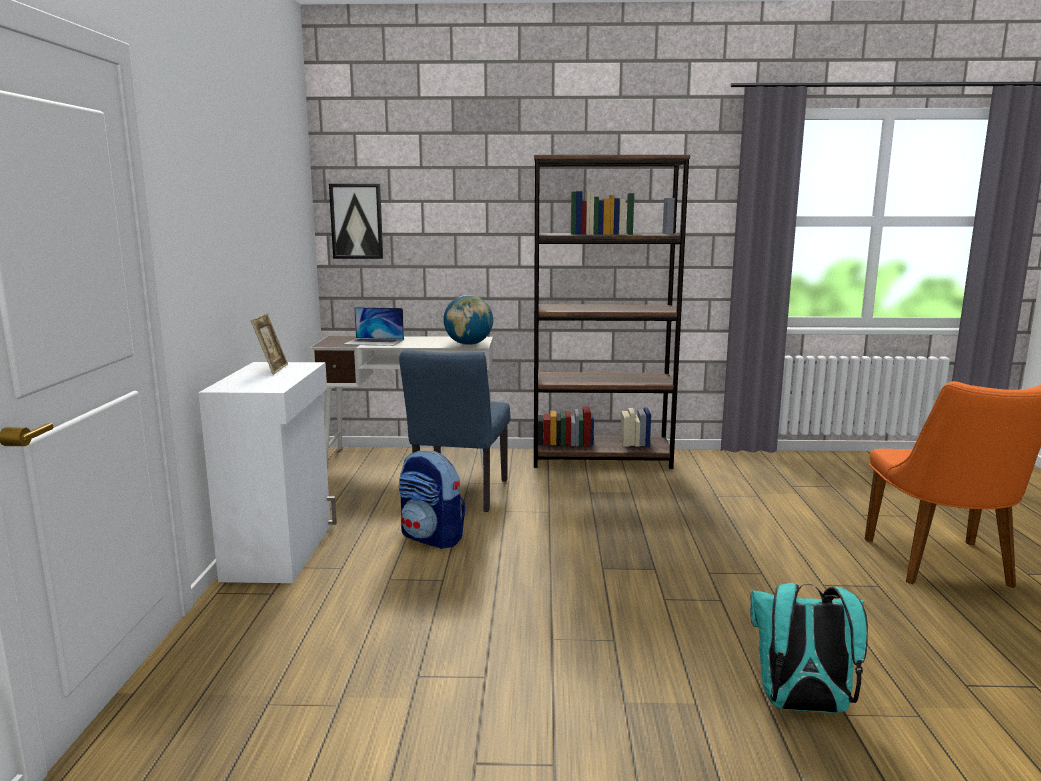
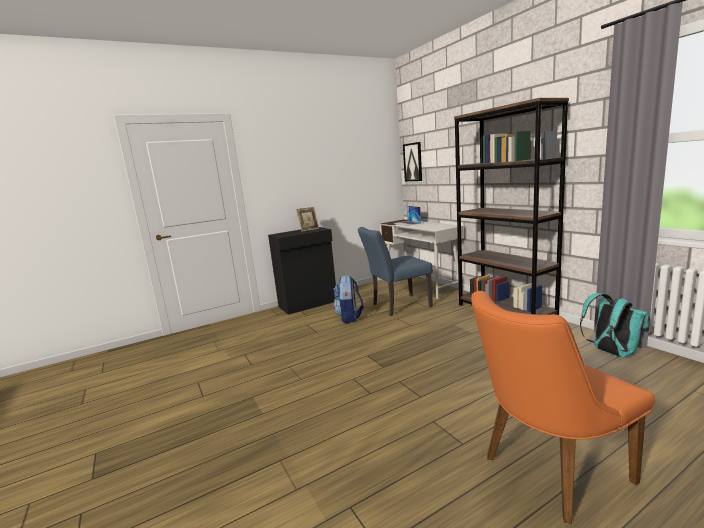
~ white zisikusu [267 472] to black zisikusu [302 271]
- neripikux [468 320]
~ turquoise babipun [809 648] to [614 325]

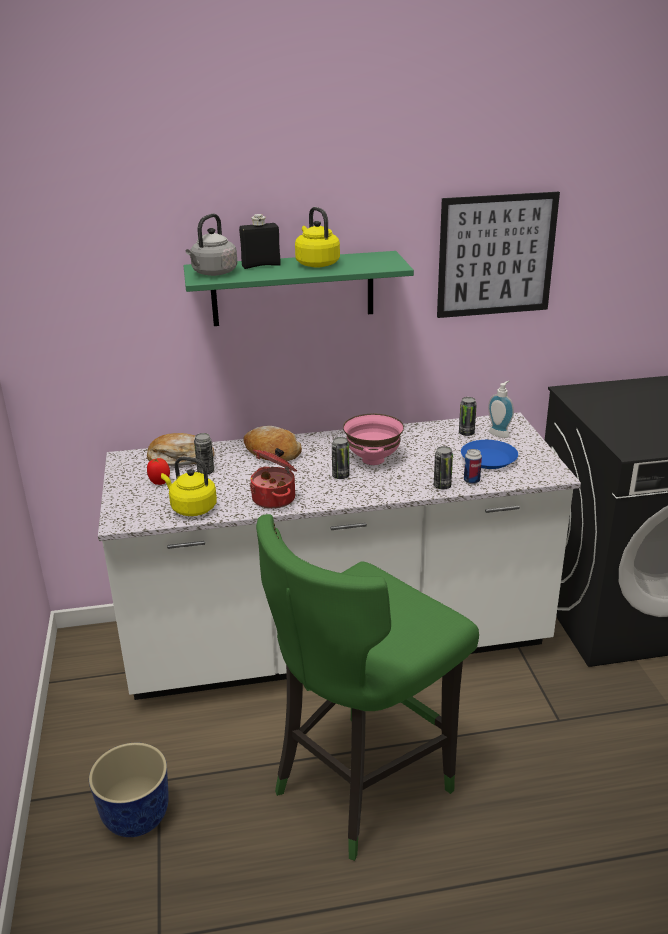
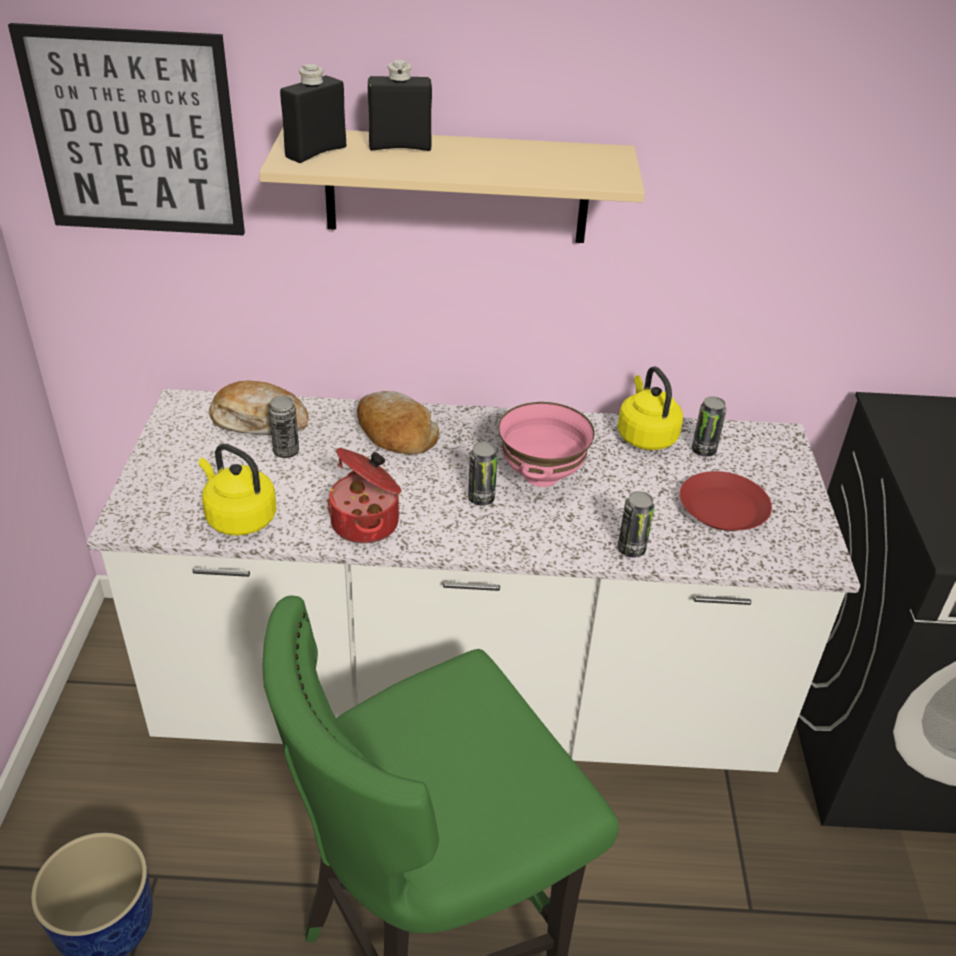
- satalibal [158 471]
~ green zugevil [298 288] to beige zugevil [452 185]
~ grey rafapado [212 245] to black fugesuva [313 113]
~ yellow rafapado [317 237] to [650 408]
~ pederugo [498 255] to [126 129]
~ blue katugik [489 454] to red katugik [726 501]
- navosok [473 466]
- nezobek [501 409]

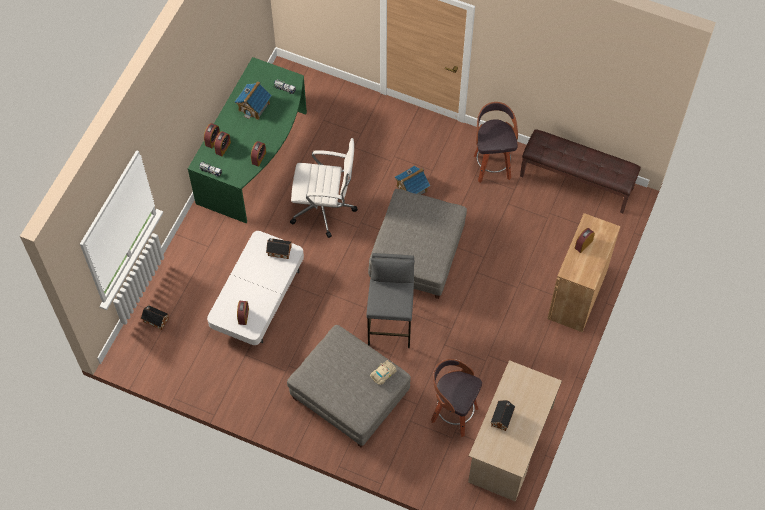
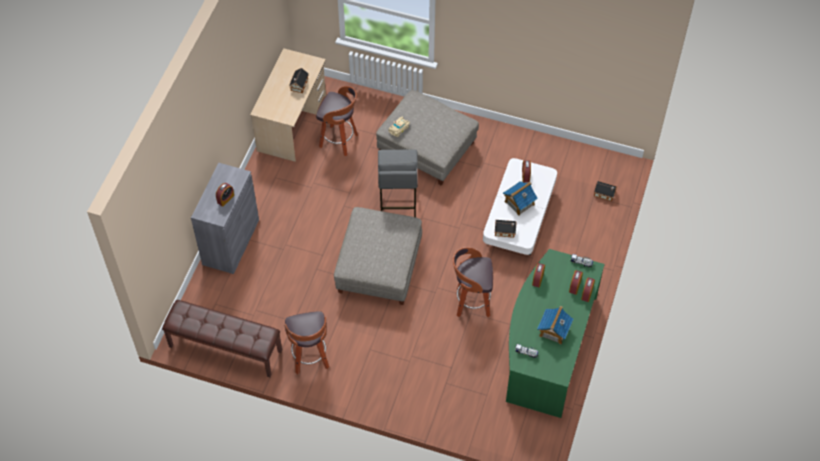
~ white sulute [324 188] to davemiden [473 282]
~ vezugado [412 180] to [520 198]
~ brown zisikusu [583 272] to grey zisikusu [225 218]

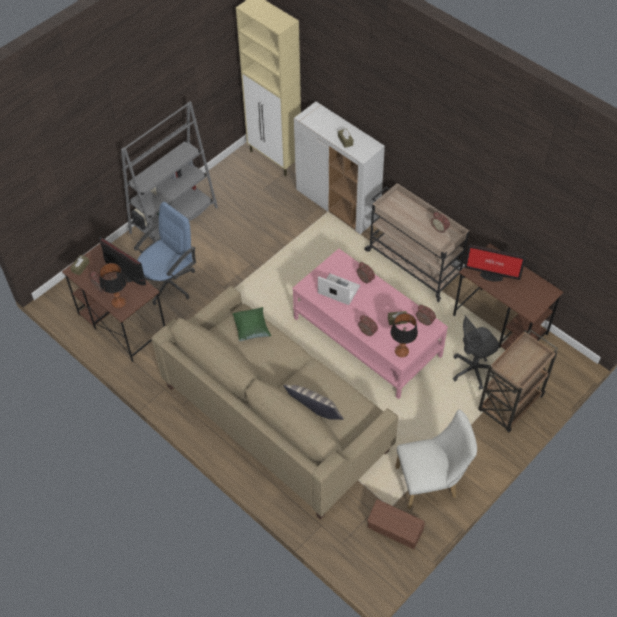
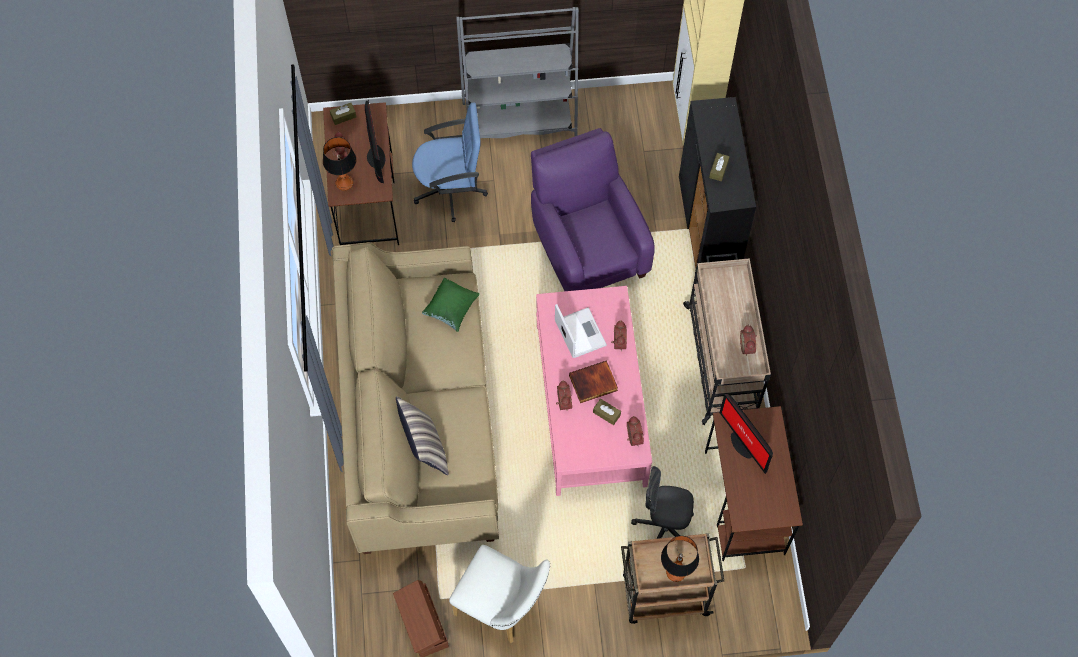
~ white zisikusu [339 168] to black zisikusu [717 189]
~ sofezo [404 335] to [680 559]
+ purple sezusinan [593 209]
+ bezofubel [593 382]

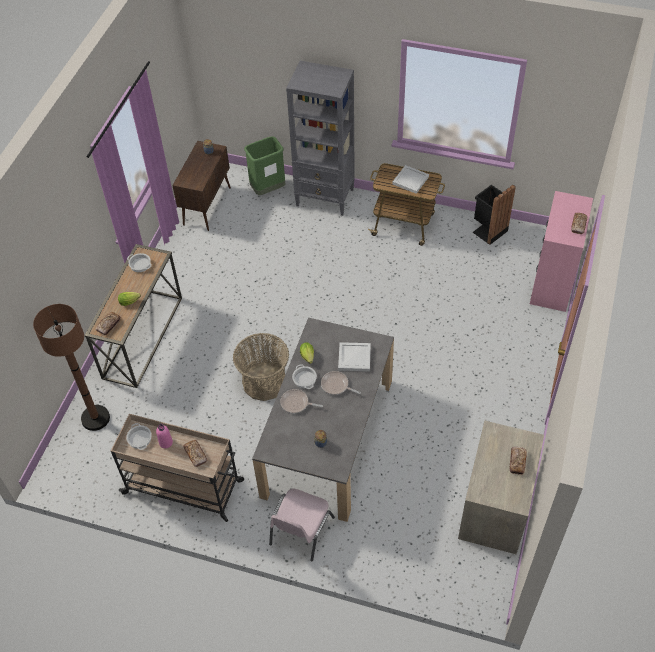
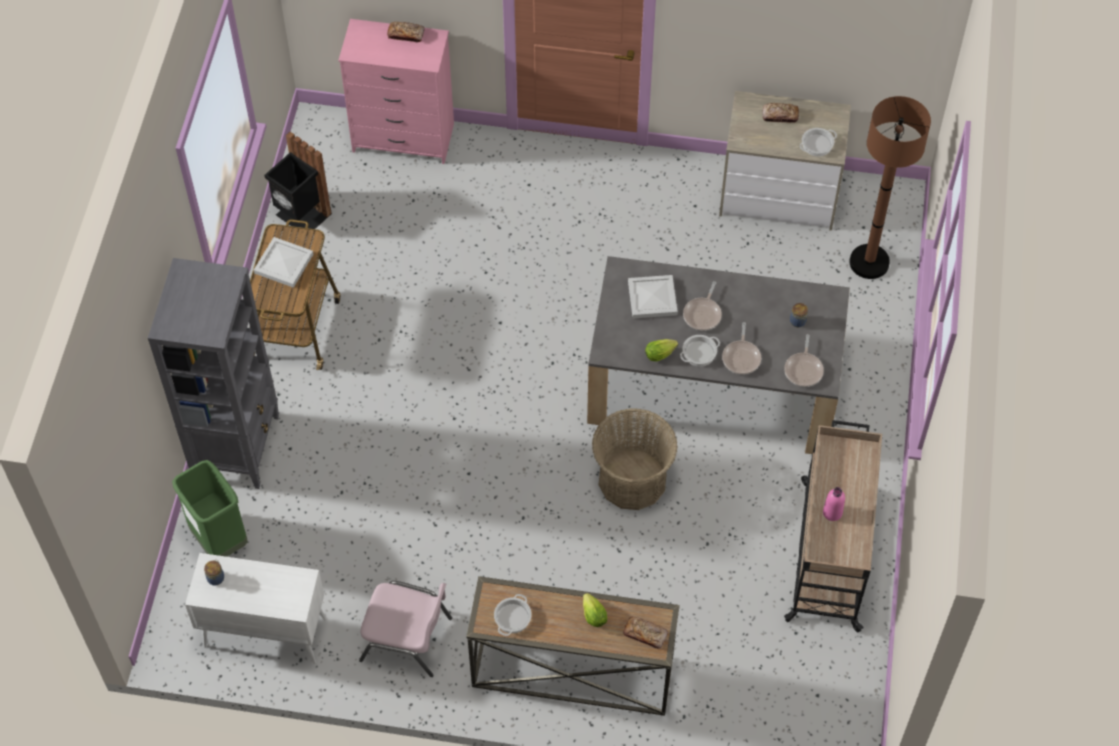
~ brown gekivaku [71 367] to [890 187]
~ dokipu [139 436] to [818 142]
~ brown zisikusu [201 186] to white zisikusu [256 608]
- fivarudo [195 453]
~ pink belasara [302 525] to [405 629]
+ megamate [804 360]

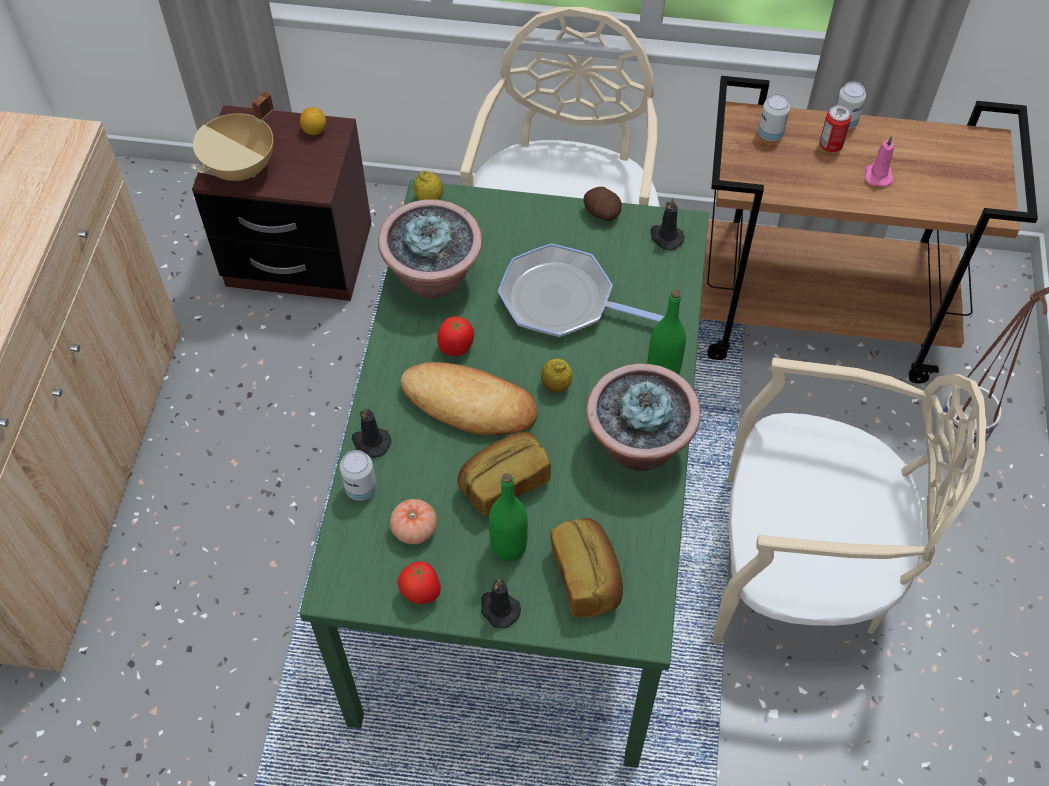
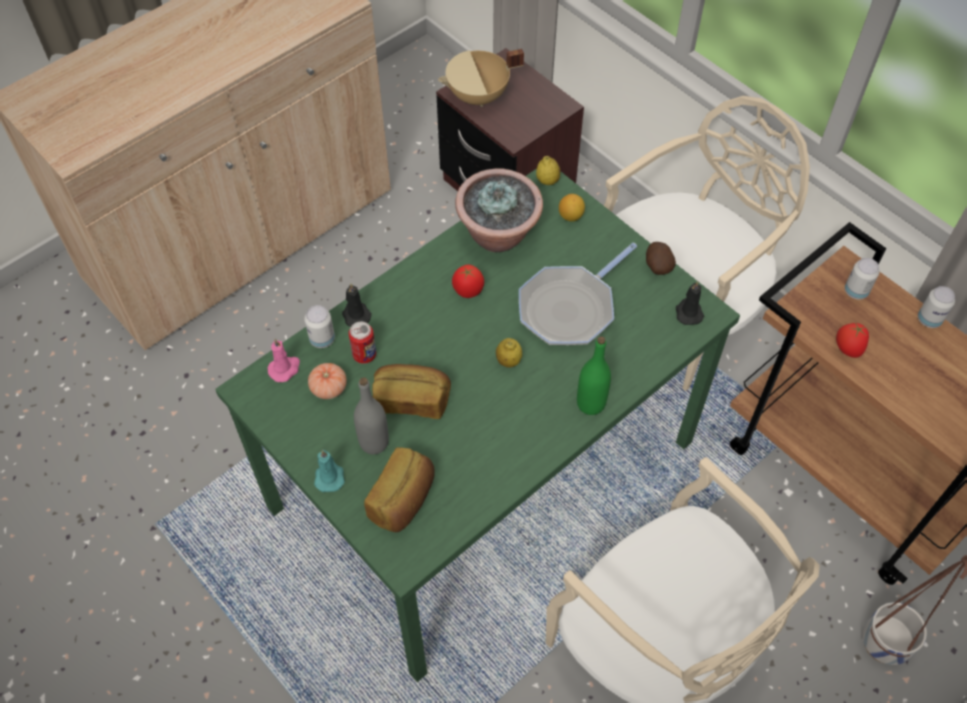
~ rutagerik [313 121] to [572 208]
~ satalibal [419 583] to [852 340]
- fivarudo [469 398]
~ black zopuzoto [501 603] to turquoise zopuzoto [329 471]
~ green fugesuva [508 517] to grey fugesuva [371 415]
~ megamate [581 290] = [578 294] 105 degrees counterclockwise
- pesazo [643 417]
~ navosok [835 128] to [362 343]
~ pink zopuzoto [880 161] to [284 360]

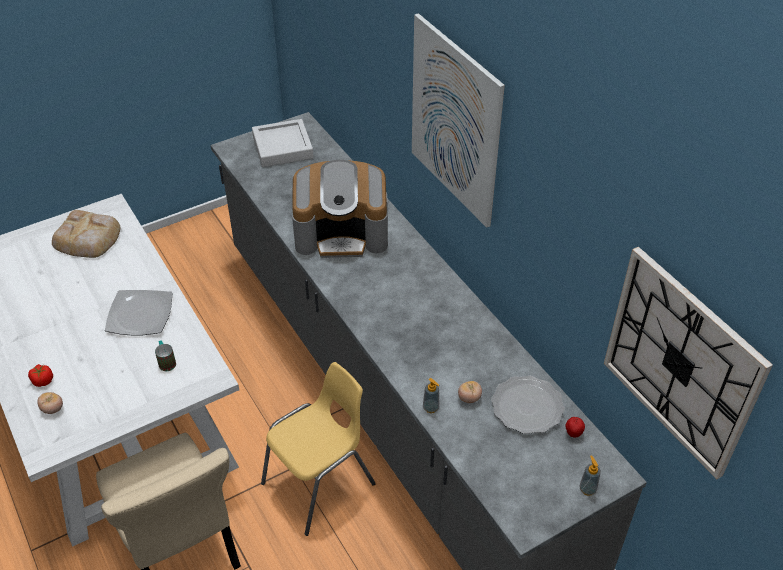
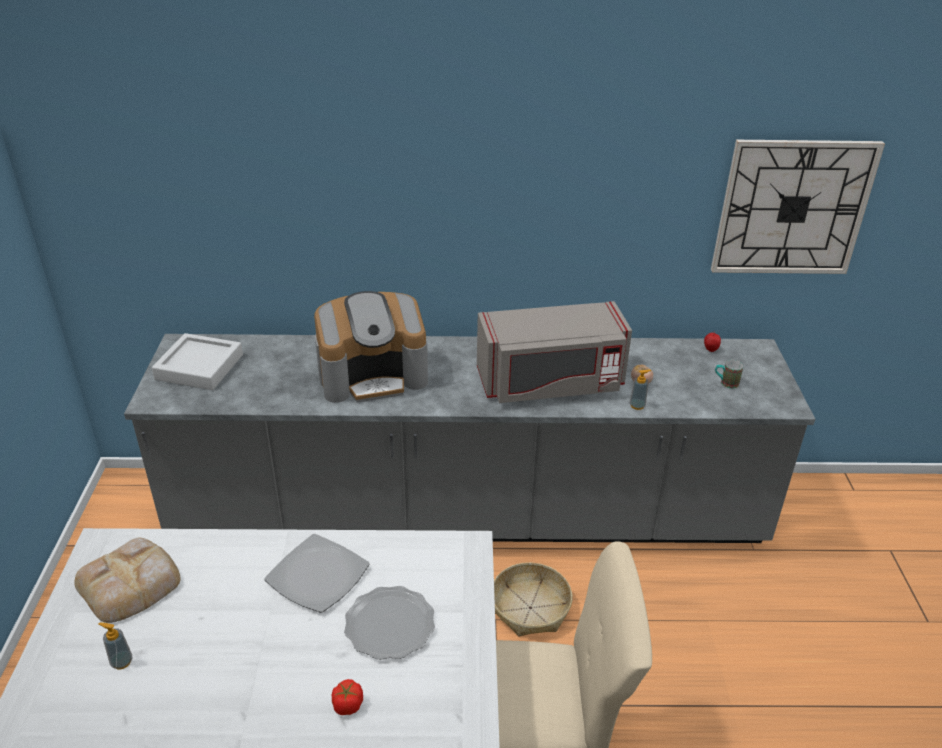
- satalibal [50 403]
~ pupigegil [165 355] to [729 374]
~ yellow belasara [318 449] to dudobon [533 599]
~ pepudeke [340 209] = [371 347] 45 degrees clockwise
- pederugo [458 120]
~ katugik [528 405] to [389 623]
~ nezobek [590 475] to [115 646]
+ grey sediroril [554 352]

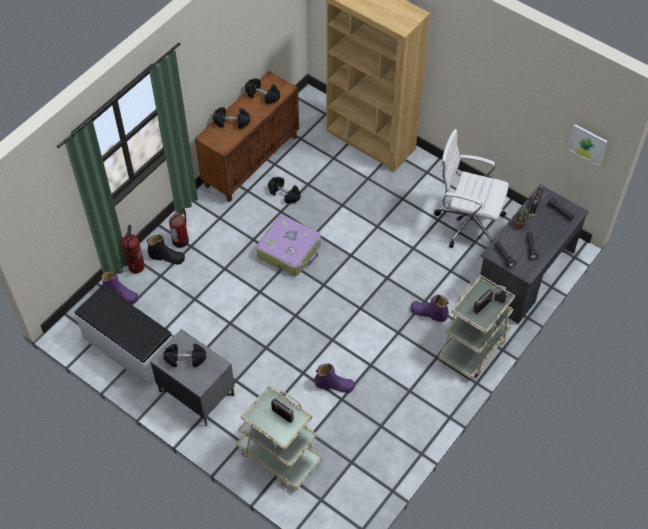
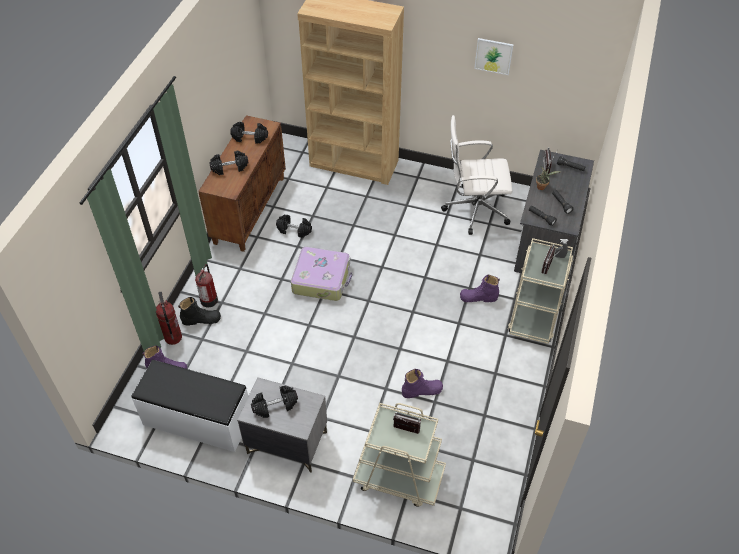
~ pederugo [587 145] to [494 56]

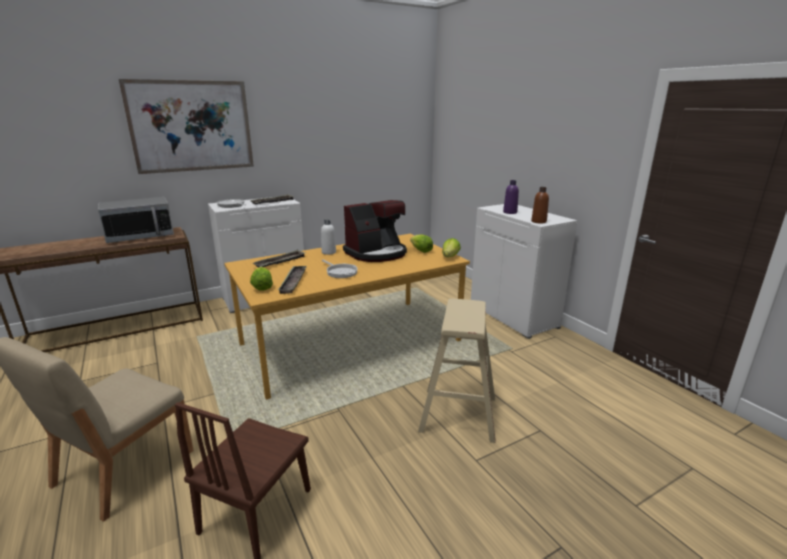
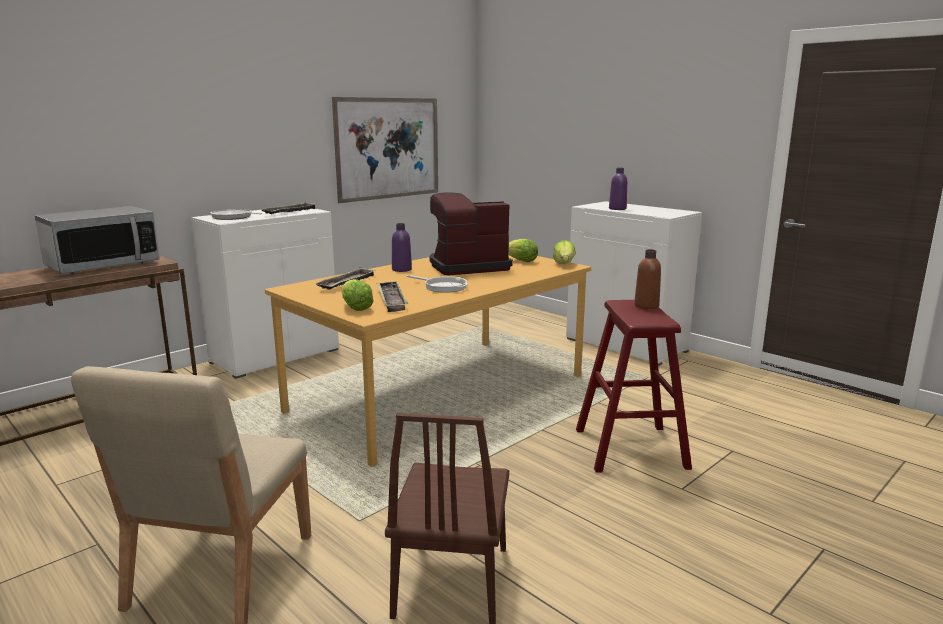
~ pederugo [186 126] to [385 150]
~ white fugesuva [328 237] to purple fugesuva [402 247]
~ pepudeke [375 231] = [471 233] 150 degrees counterclockwise
~ beige davemiden [457 370] to red davemiden [634 386]
~ brown fugesuva [540 205] to [647 279]

